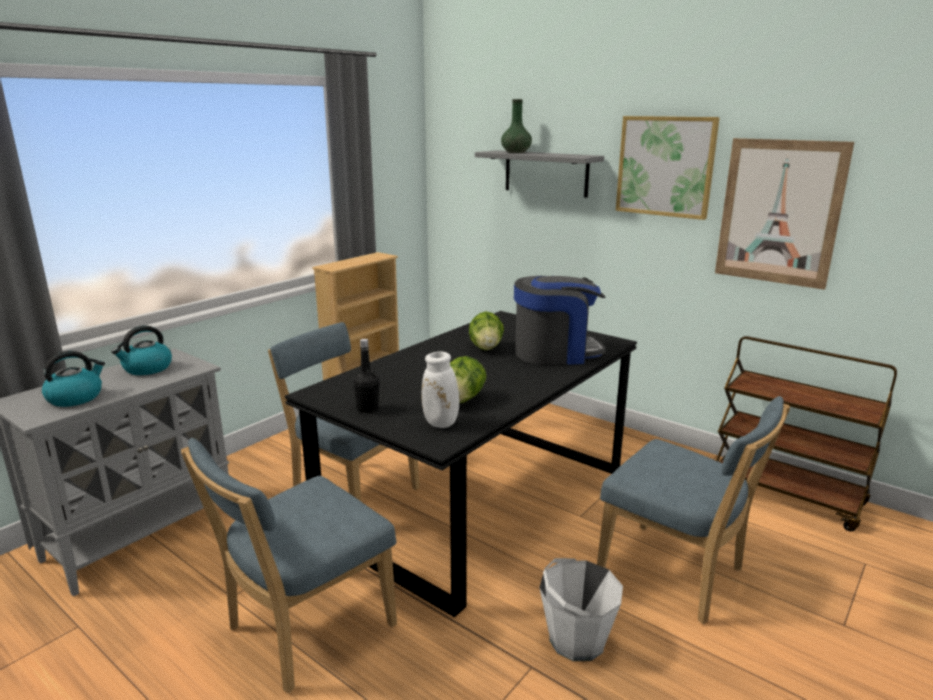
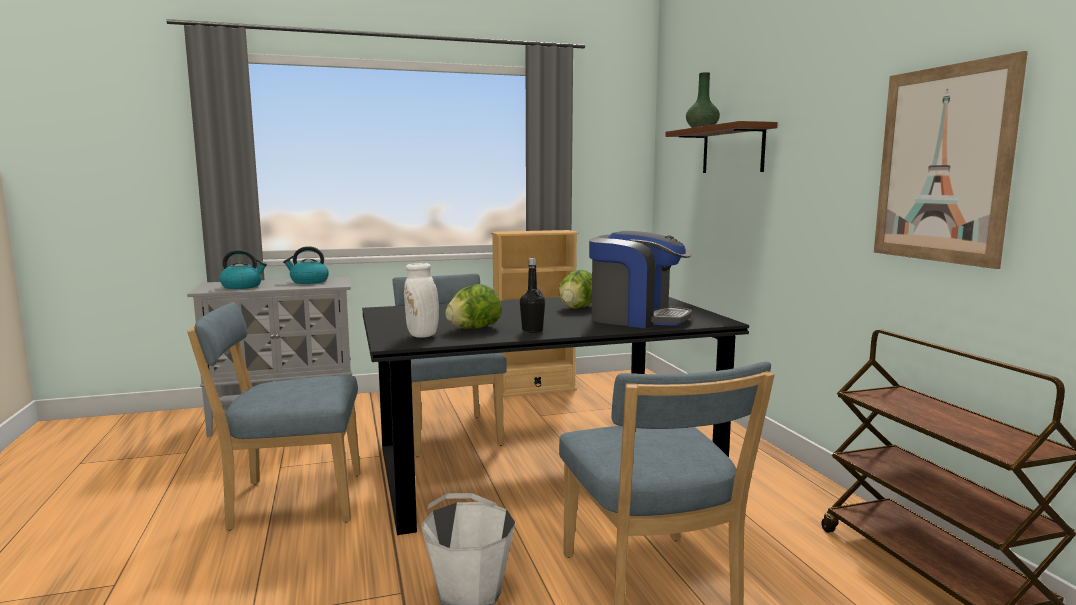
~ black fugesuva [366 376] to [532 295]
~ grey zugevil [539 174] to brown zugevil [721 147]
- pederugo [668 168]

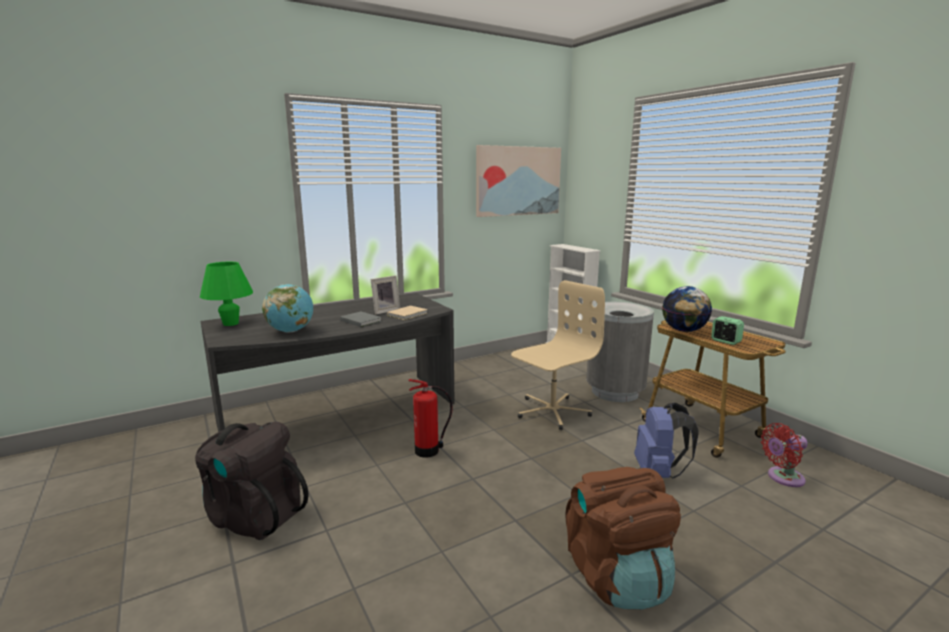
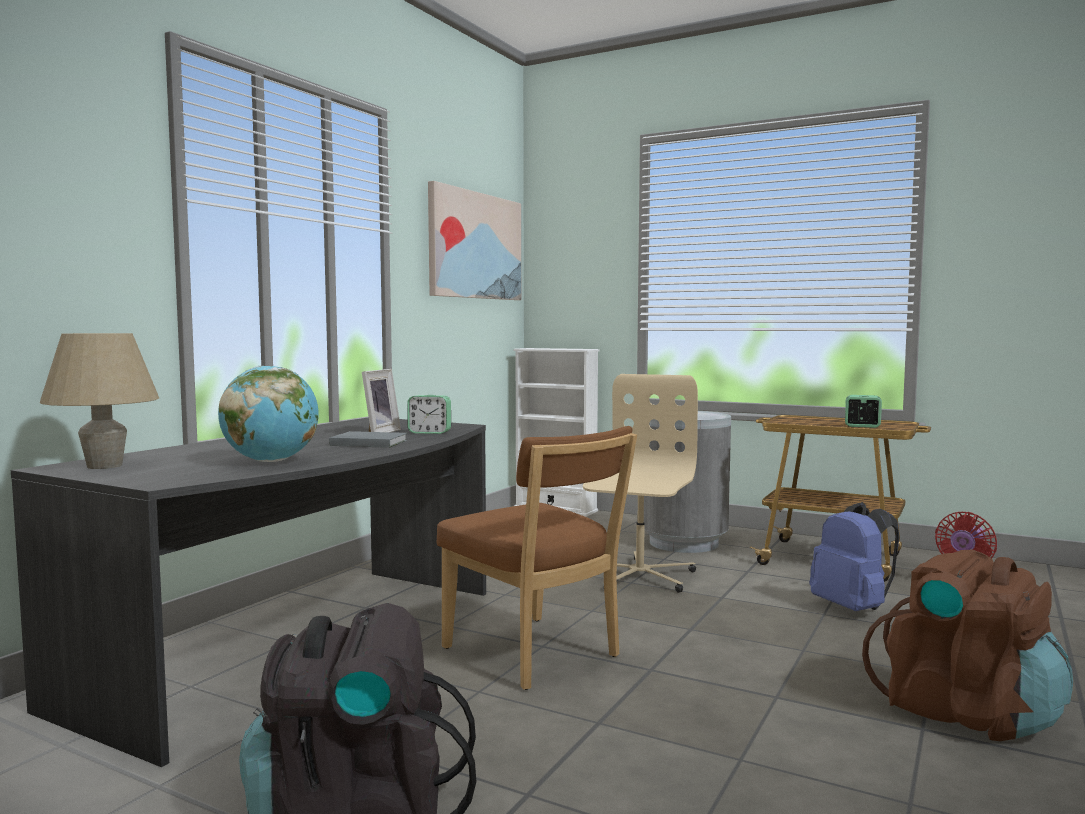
~ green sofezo [226 294] to beige sofezo [99 401]
~ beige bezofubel [407 313] to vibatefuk [429 414]
~ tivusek [430 418] to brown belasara [536 558]
- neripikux [687 309]

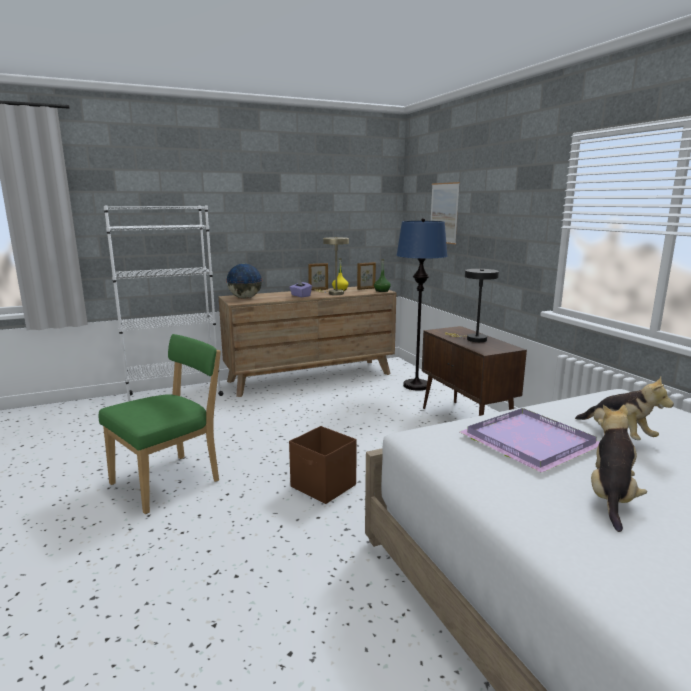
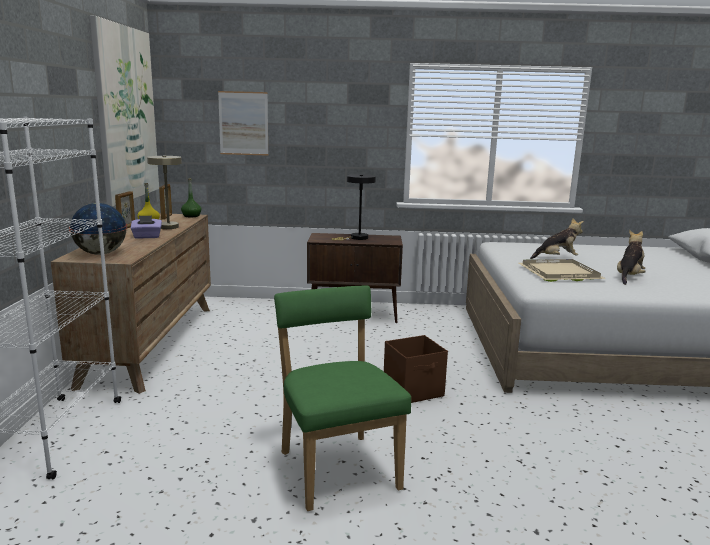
- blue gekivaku [421 304]
~ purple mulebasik [530 440] to beige mulebasik [562 270]
~ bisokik [619 468] = [631 257] 75 degrees clockwise
+ pederugo [124 111]

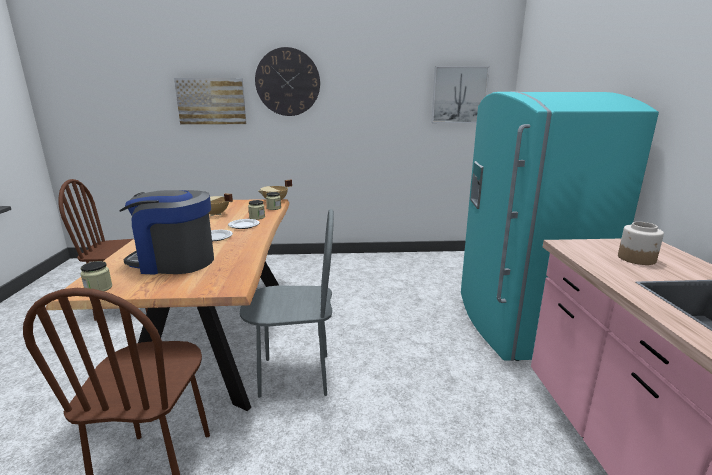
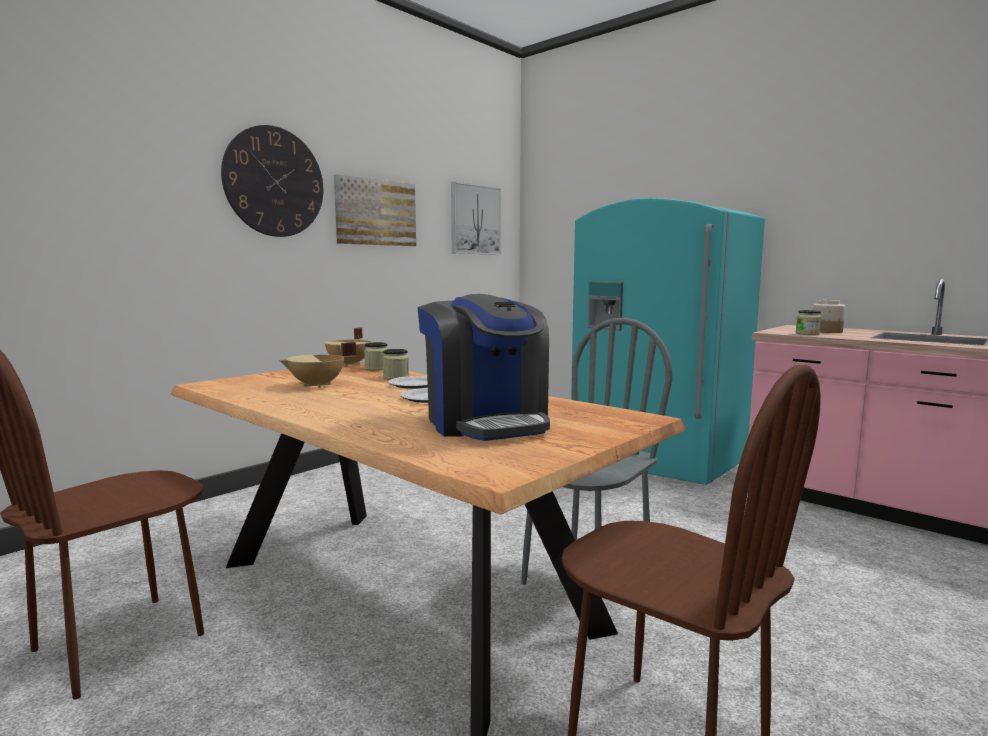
~ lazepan [96 276] to [808 322]
~ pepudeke [166 232] = [483 367] 75 degrees counterclockwise
~ pederugo [210 101] to [375 210]

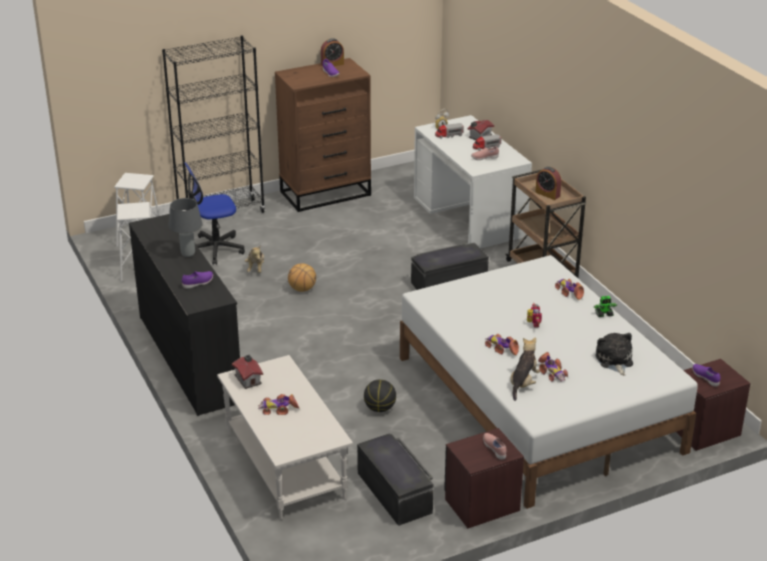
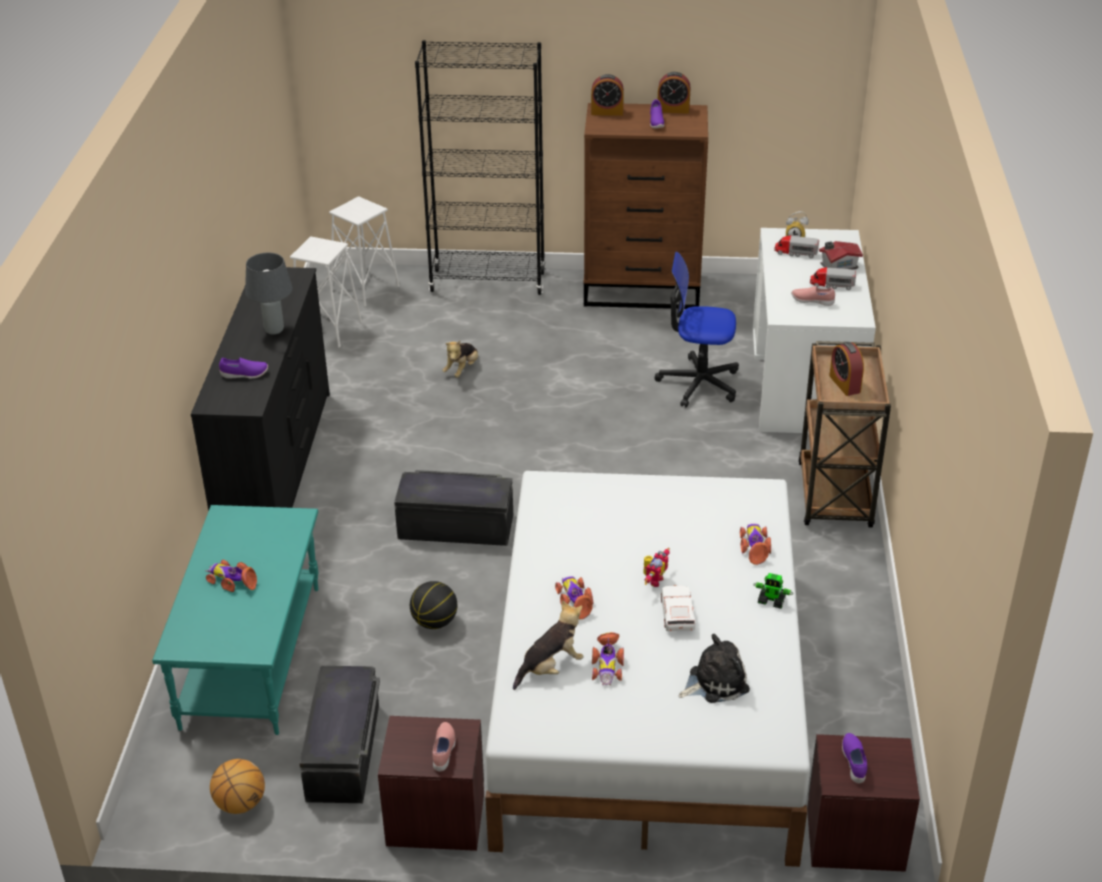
~ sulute [214 213] to [697 330]
~ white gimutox [285 437] to turquoise gimutox [235 620]
- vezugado [247 372]
~ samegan [302 277] to [237 786]
~ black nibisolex [450 266] to [453 508]
~ bisokik [614 354] = [714 668] 45 degrees clockwise
+ vibatefuk [607 95]
+ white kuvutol [678 608]

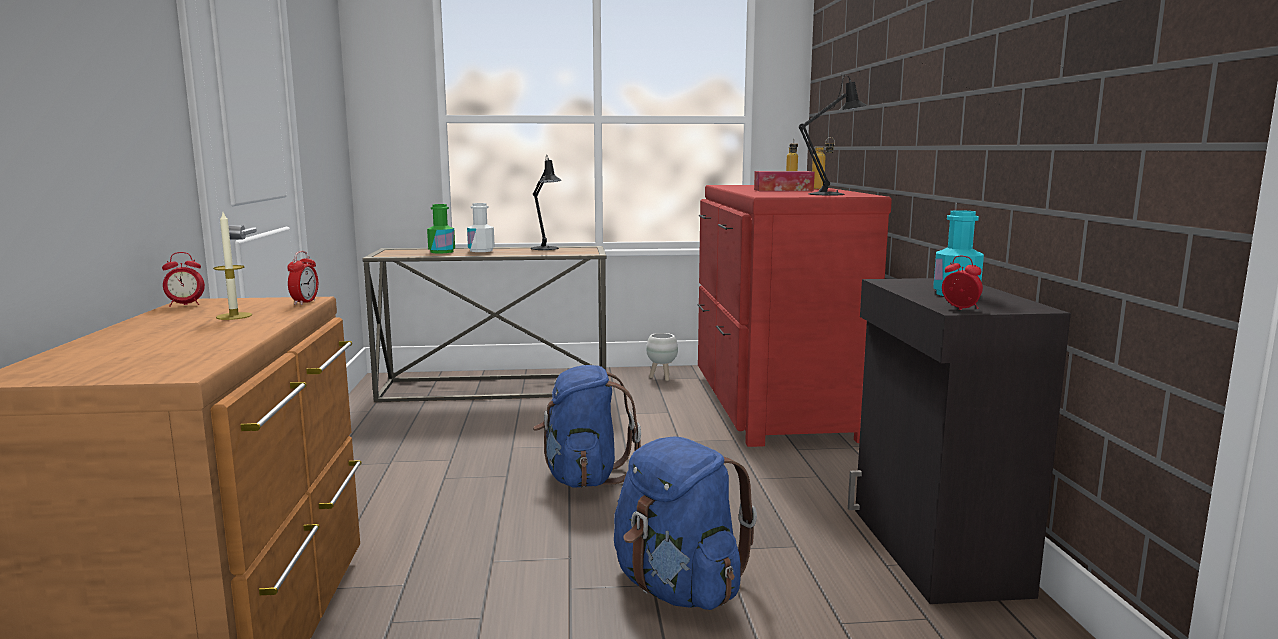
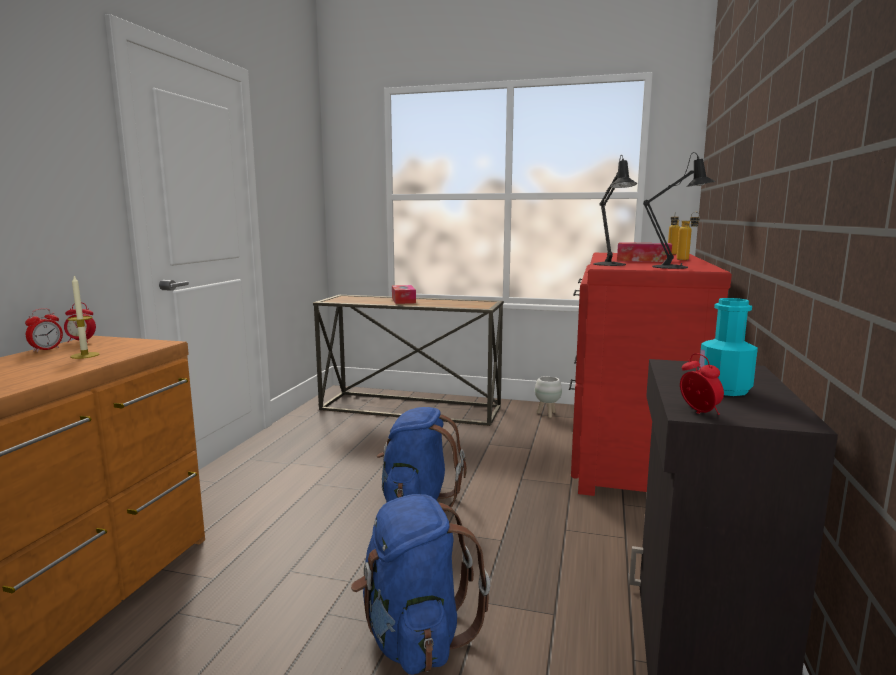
~ vibatefuk [302 278] to [44 330]
- green fugesuva [441 229]
~ white fugesuva [481 227] to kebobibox [404 294]
~ black sofezo [546 202] to [615 210]

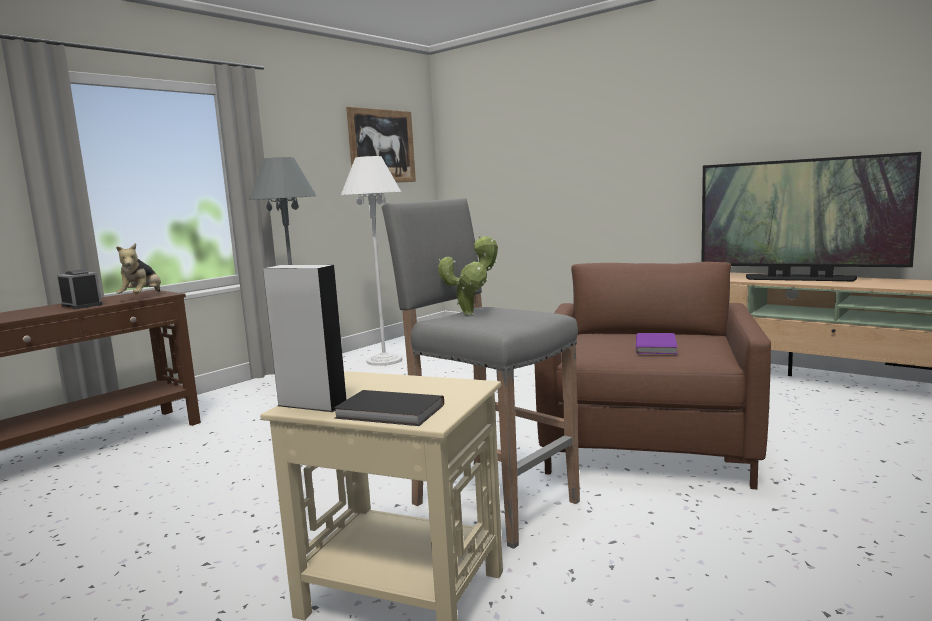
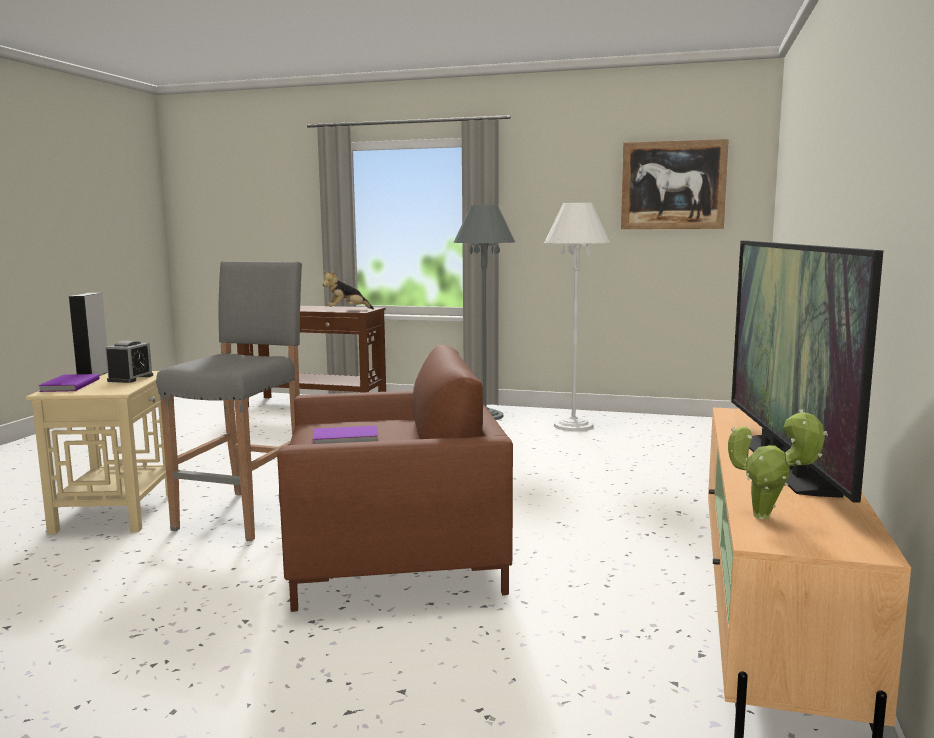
~ vibatefuk [80 289] to [129 362]
~ black bezofubel [389 408] to purple bezofubel [68 383]
~ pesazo [468 275] to [778 464]

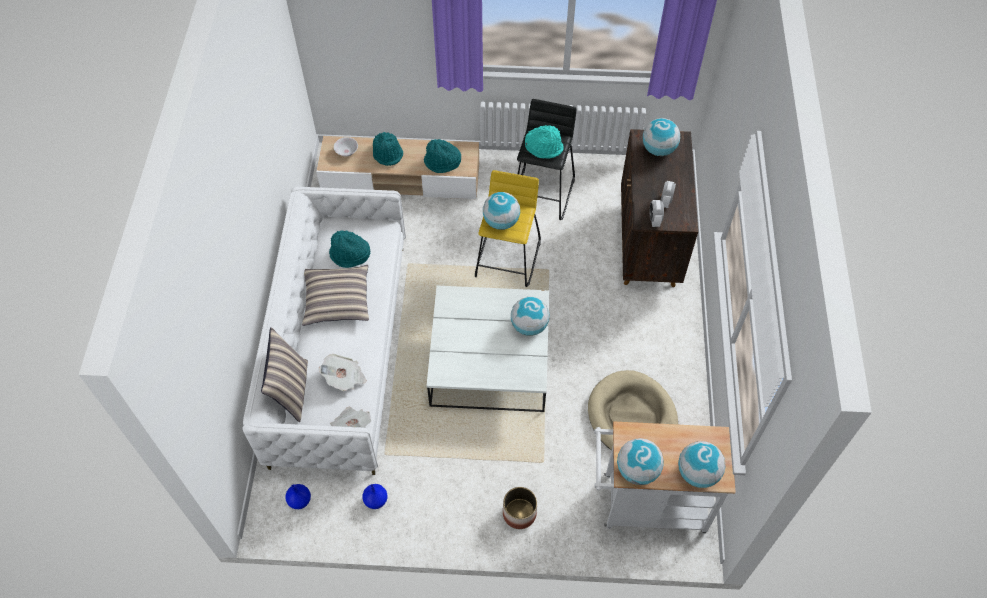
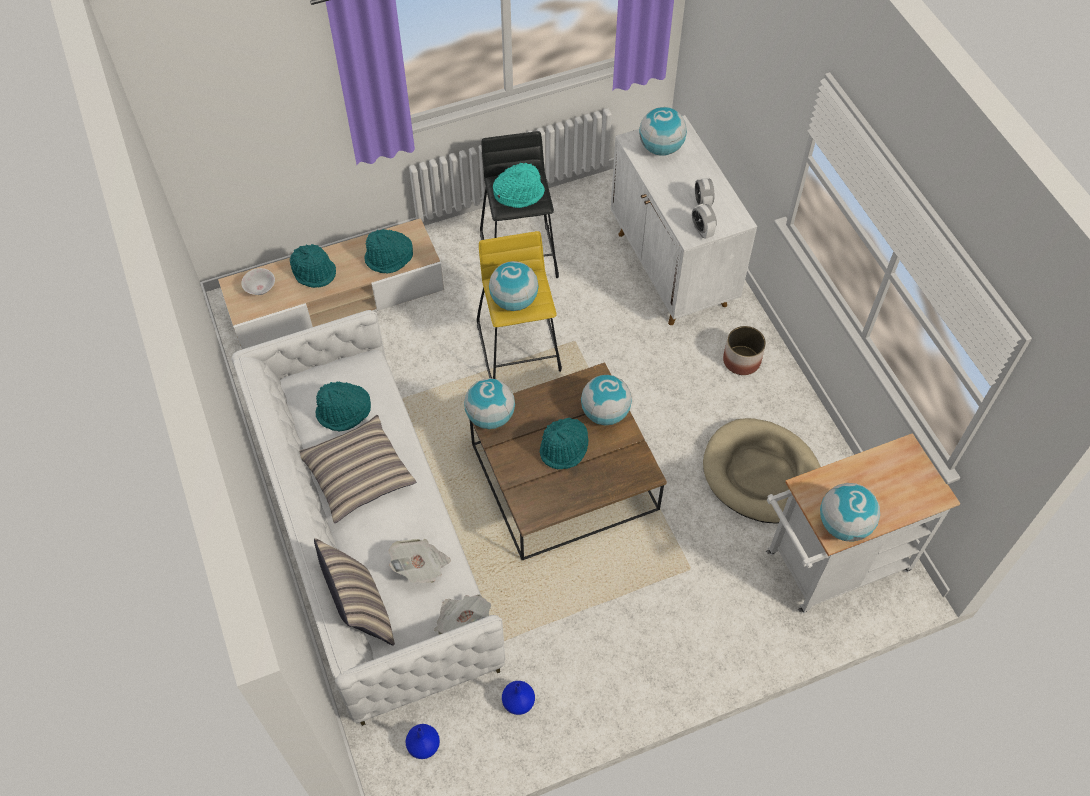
~ white gimutox [487 349] to brown gimutox [568 461]
~ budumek [520 508] to [744 350]
~ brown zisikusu [659 208] to white zisikusu [684 220]
~ neripikux [702 464] to [489 403]
+ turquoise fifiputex [564 443]

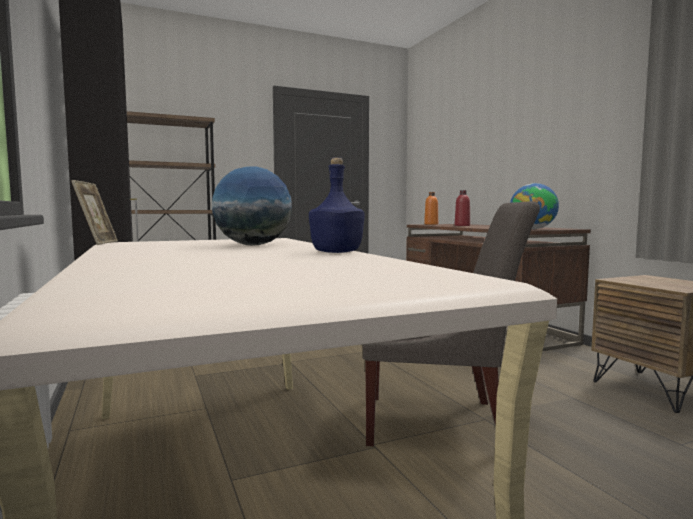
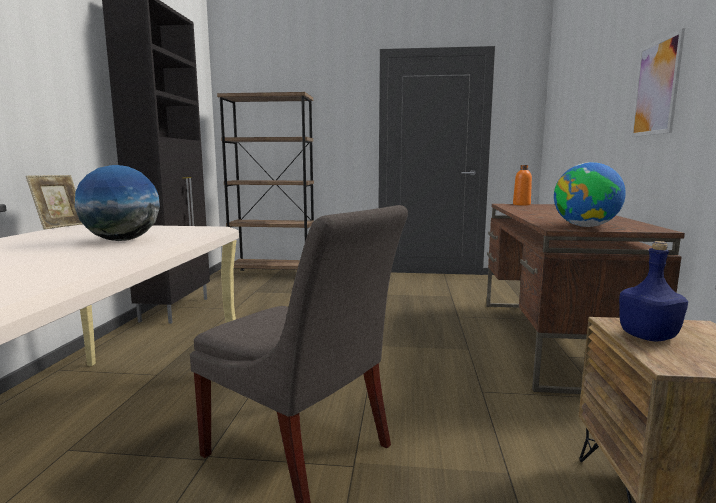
~ blue fugesuva [336 205] to [653 291]
- red fugesuva [462 208]
+ pederugo [658 82]

